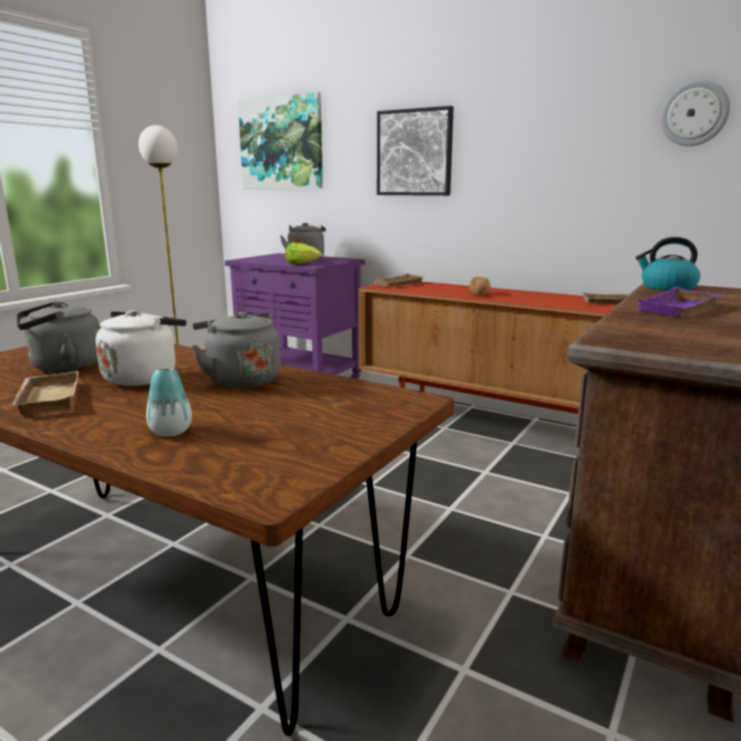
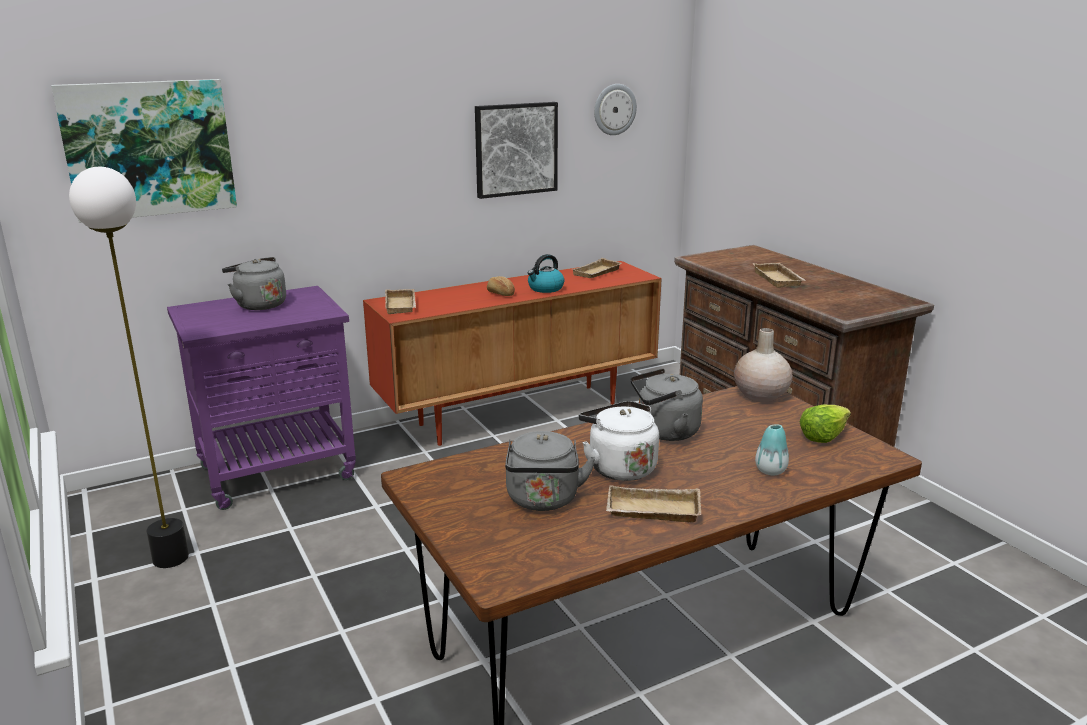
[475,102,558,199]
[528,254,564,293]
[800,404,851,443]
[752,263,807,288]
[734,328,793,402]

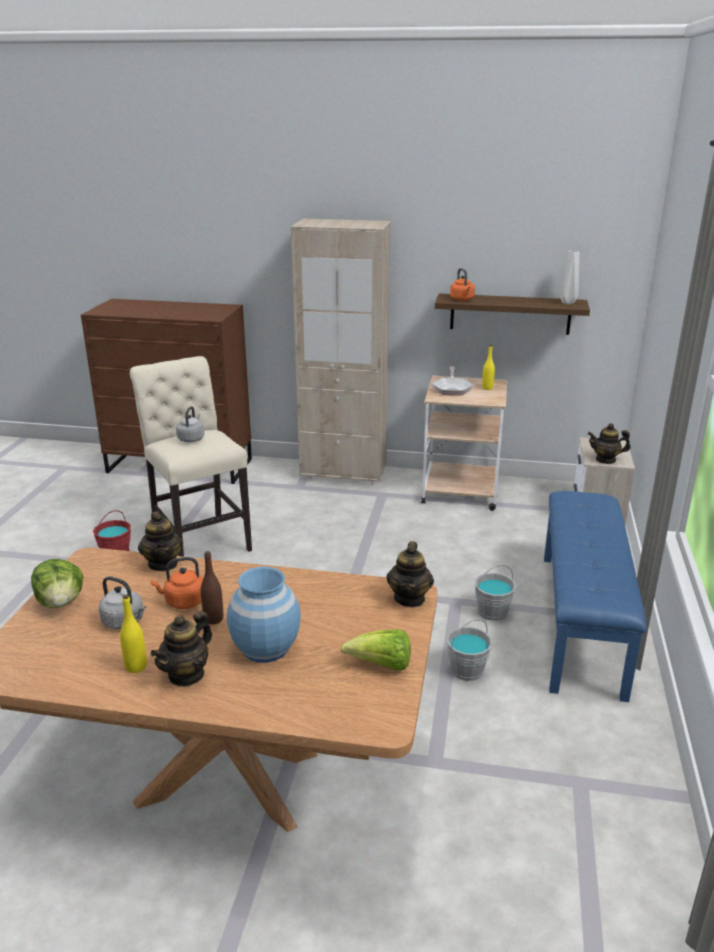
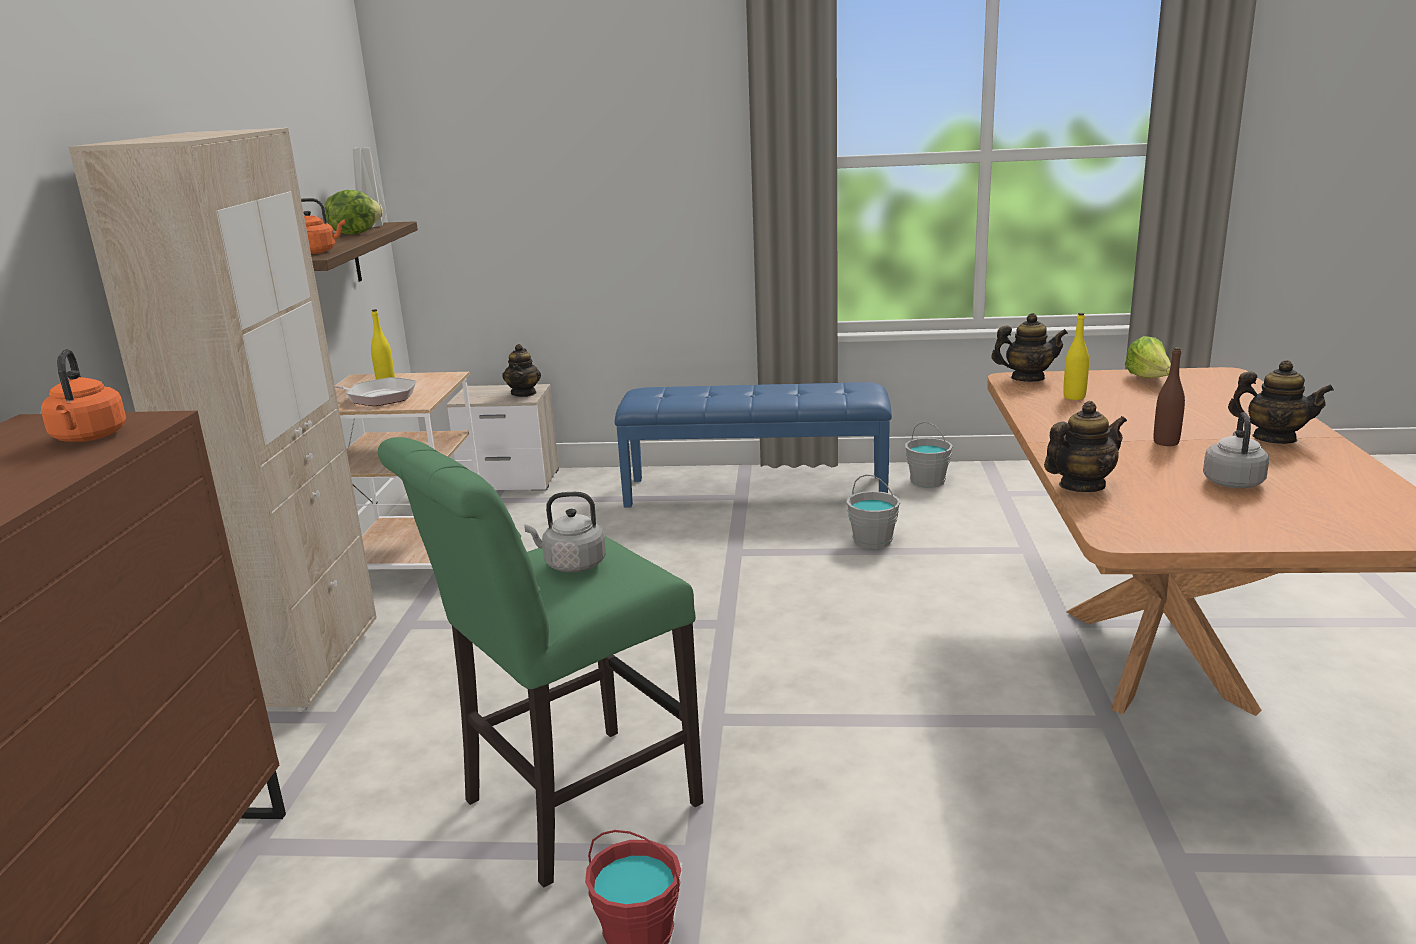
[378,437,703,888]
[41,349,126,442]
[324,190,383,235]
[905,422,953,488]
[227,567,301,663] (first image)
[1063,313,1089,400]

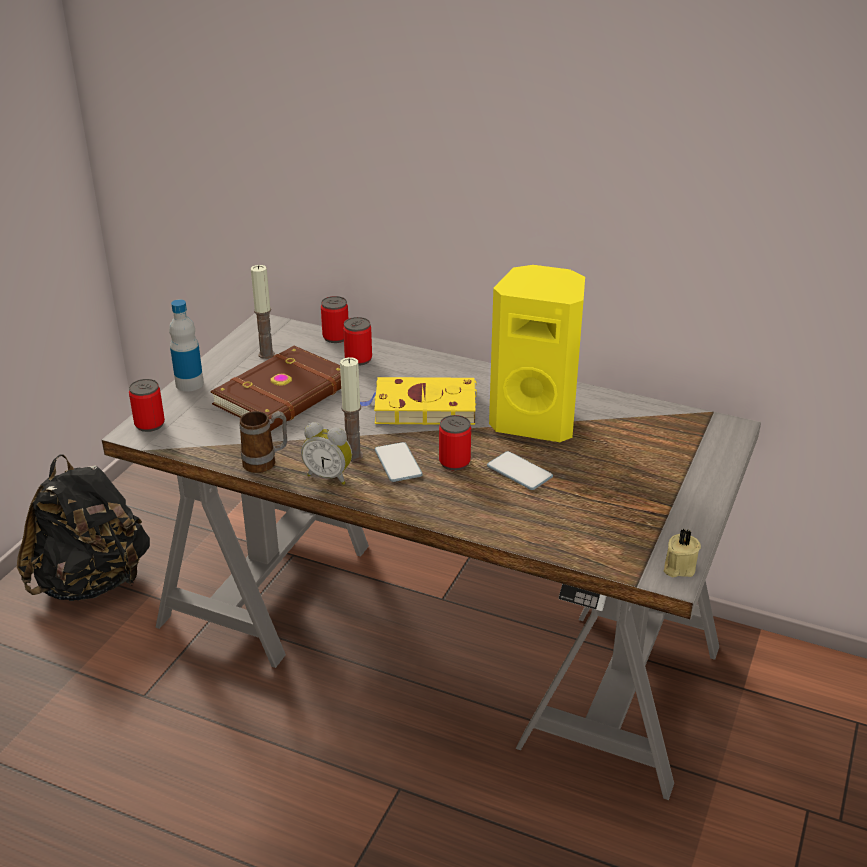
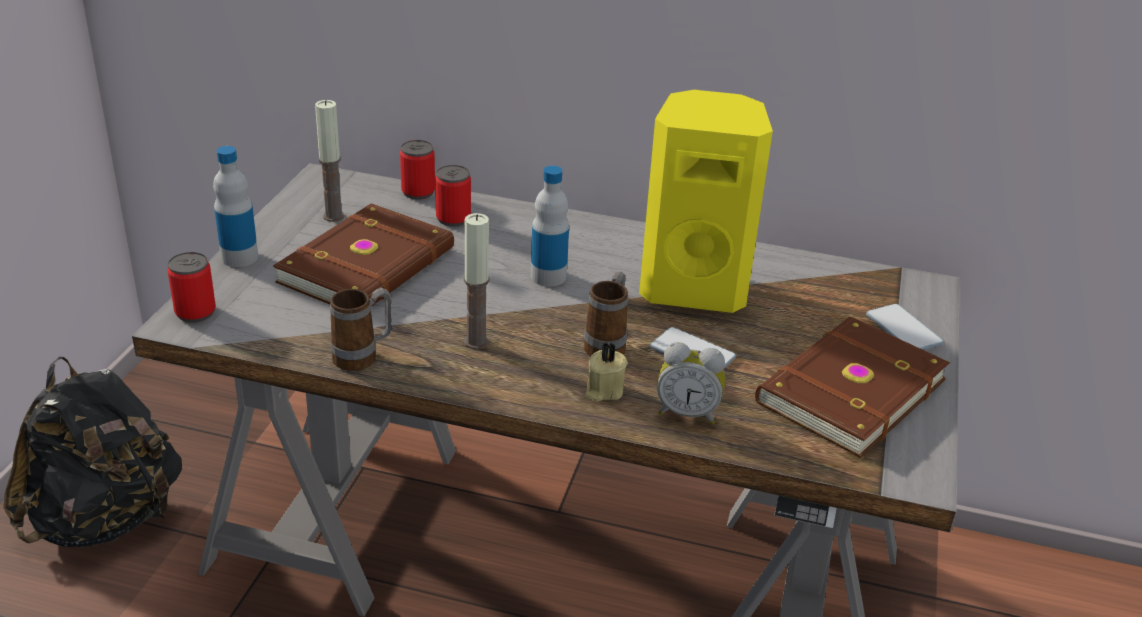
[531,166,569,287]
[584,272,628,356]
[657,342,725,424]
[866,304,944,350]
[585,343,628,402]
[755,317,950,458]

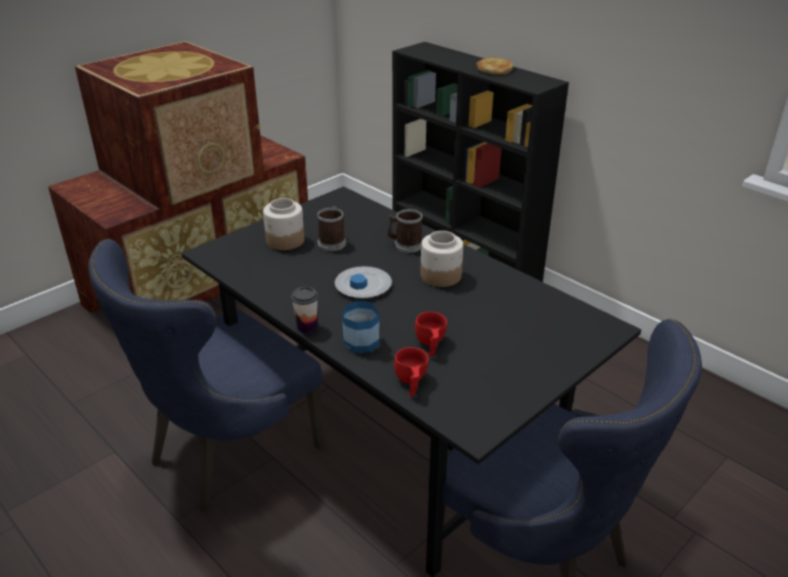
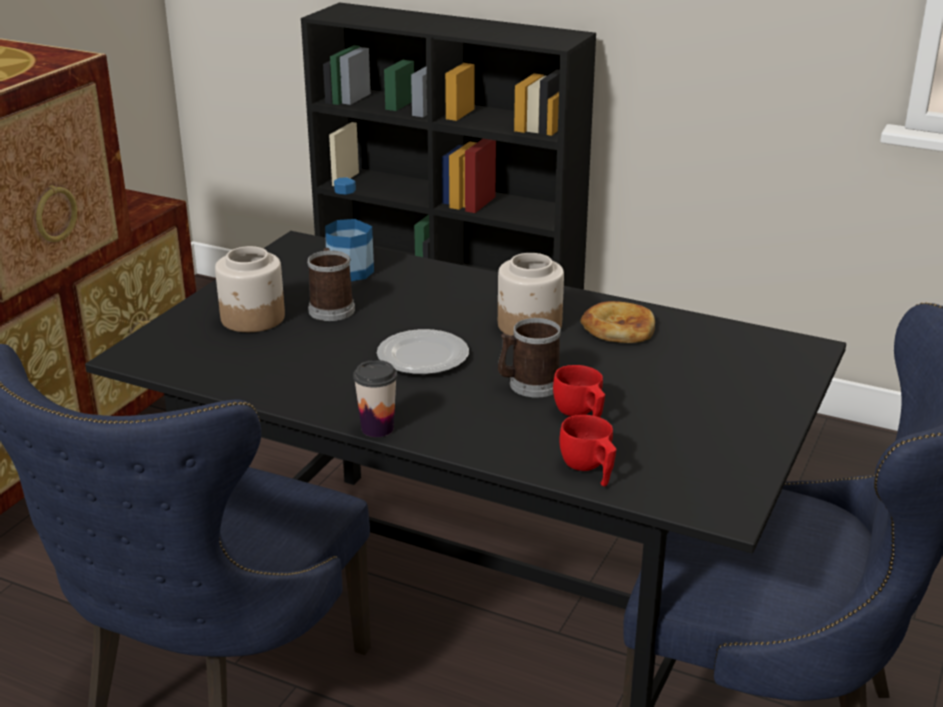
[581,301,655,343]
[498,318,561,397]
[325,177,374,281]

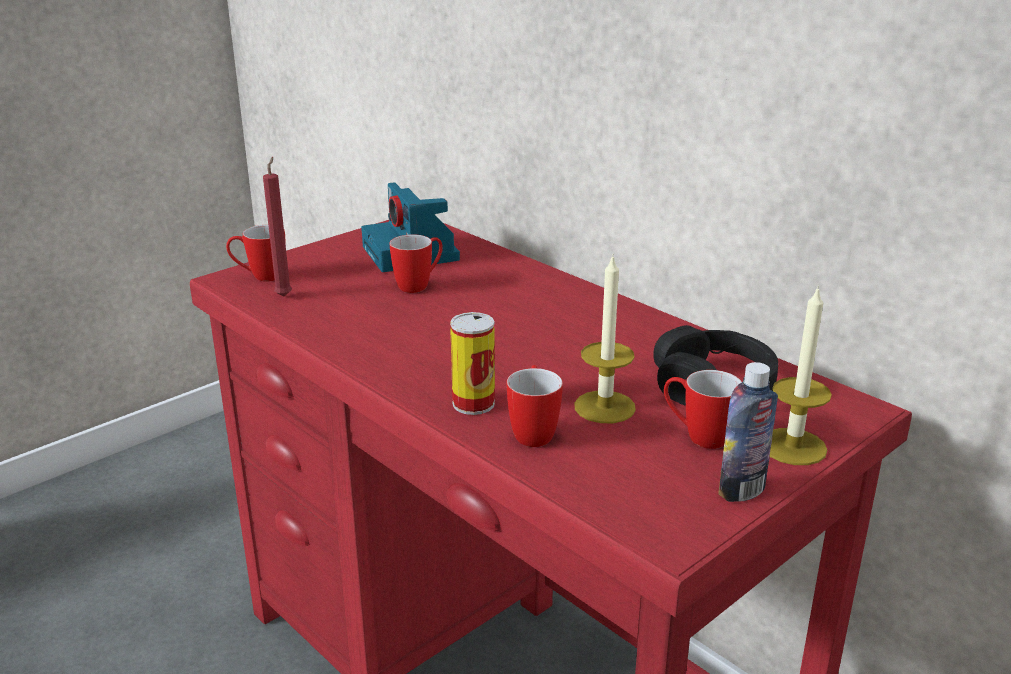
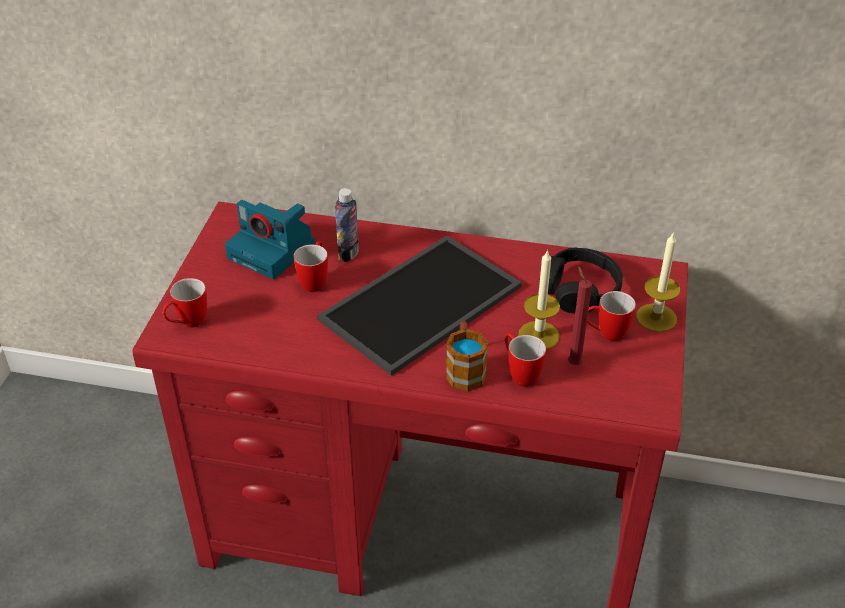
[568,266,592,365]
[445,321,488,391]
[335,188,359,262]
[317,235,522,376]

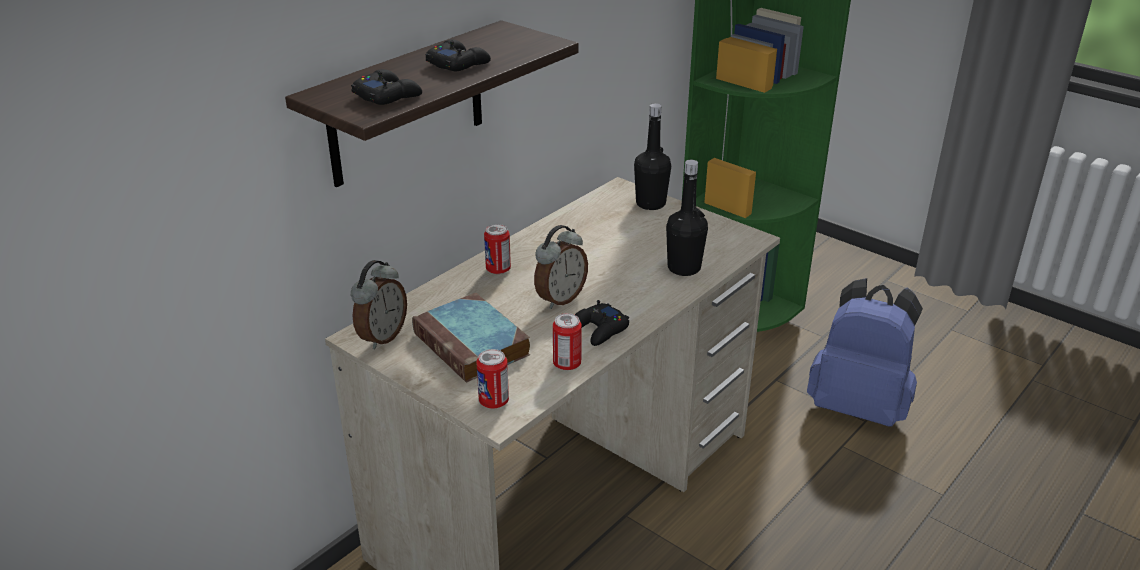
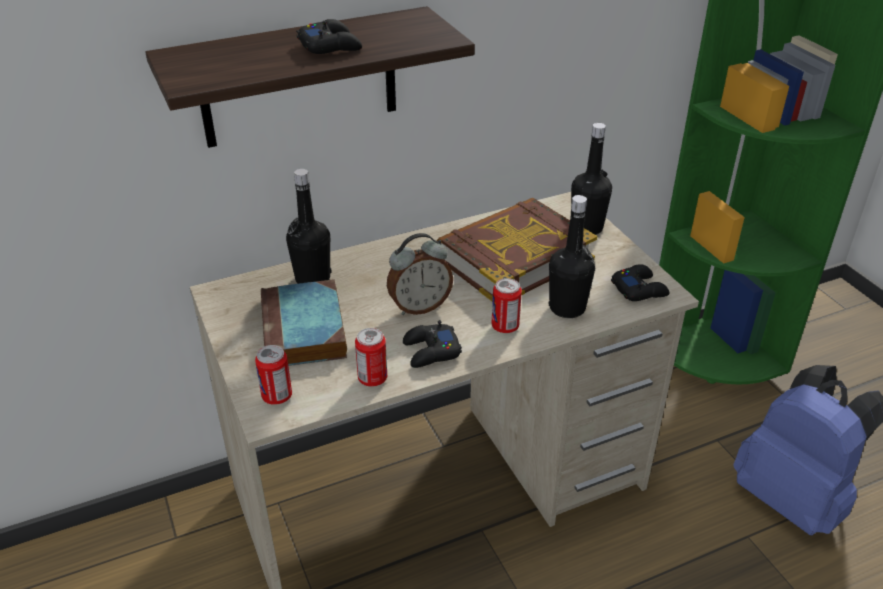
[611,264,669,301]
[492,278,522,333]
[351,260,407,349] (first image)
[286,169,331,284]
[437,198,598,301]

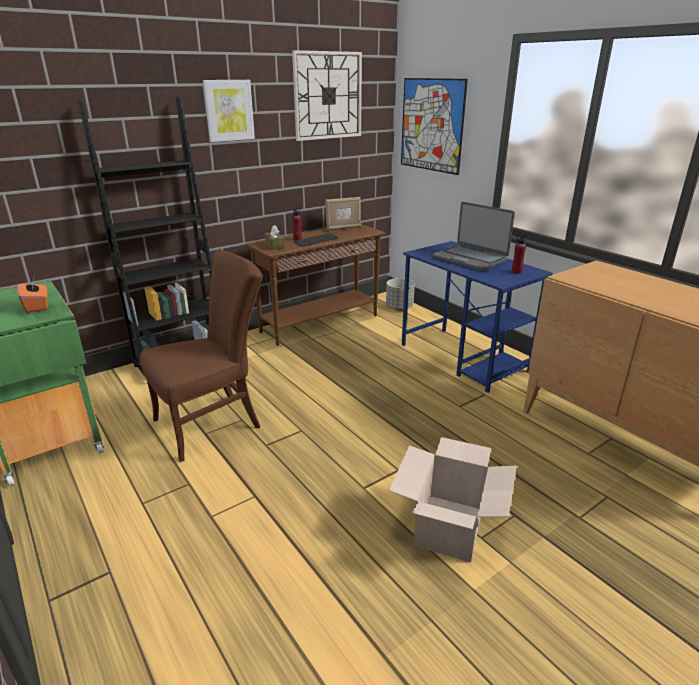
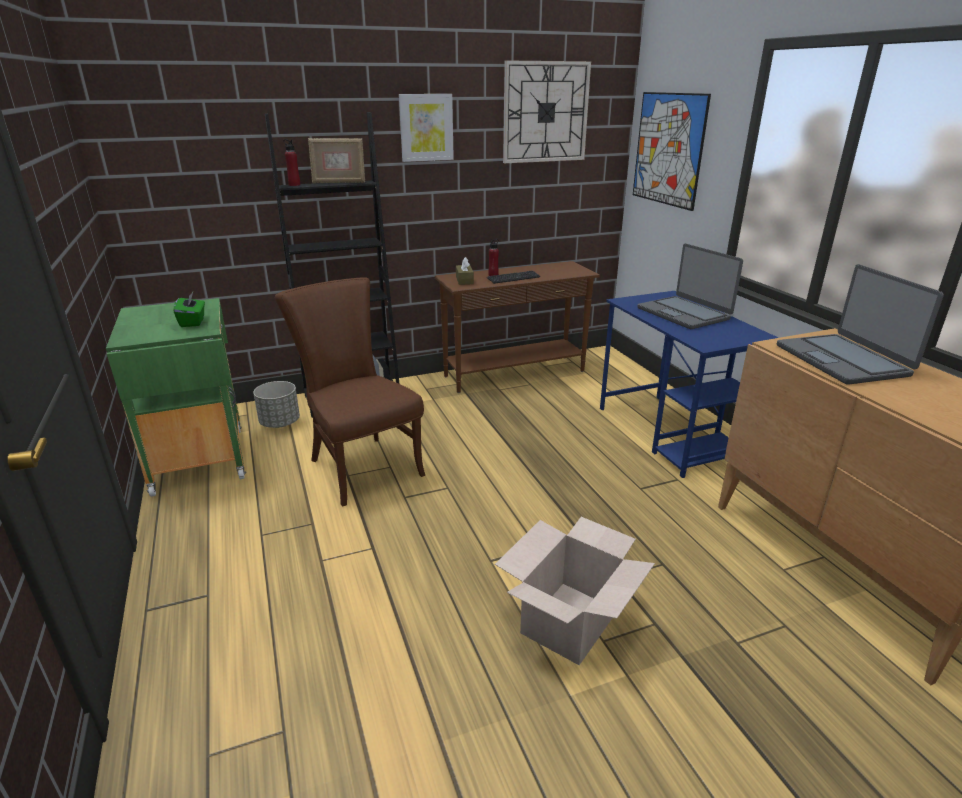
[308,138,365,184]
[283,139,300,186]
[275,277,425,507]
[253,381,300,428]
[174,292,205,327]
[777,264,944,385]

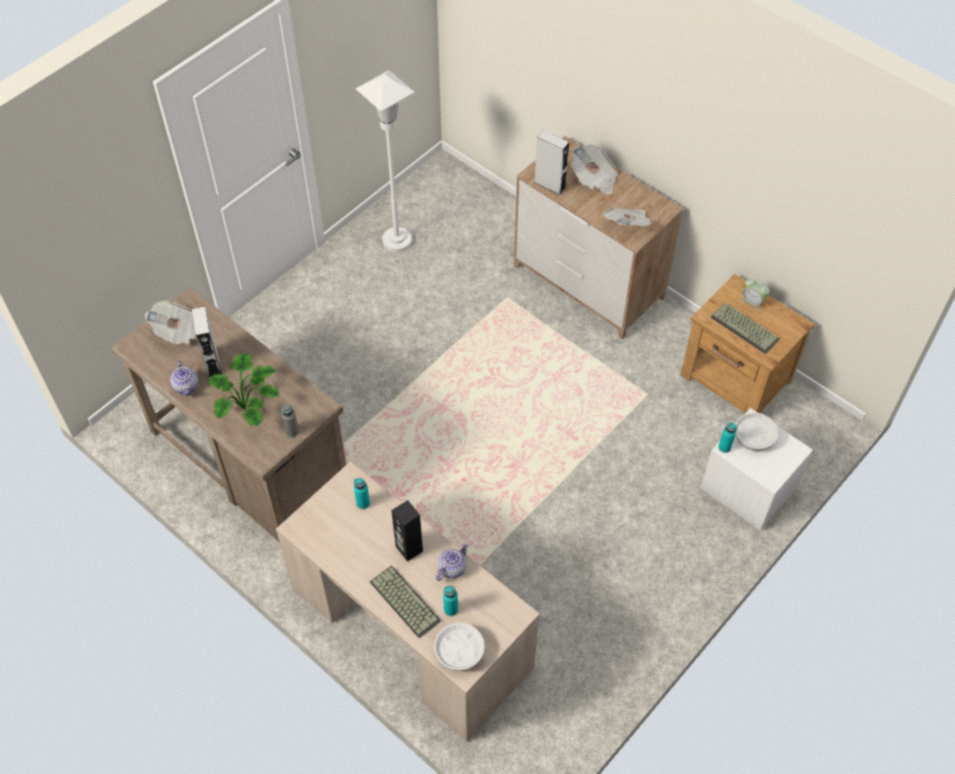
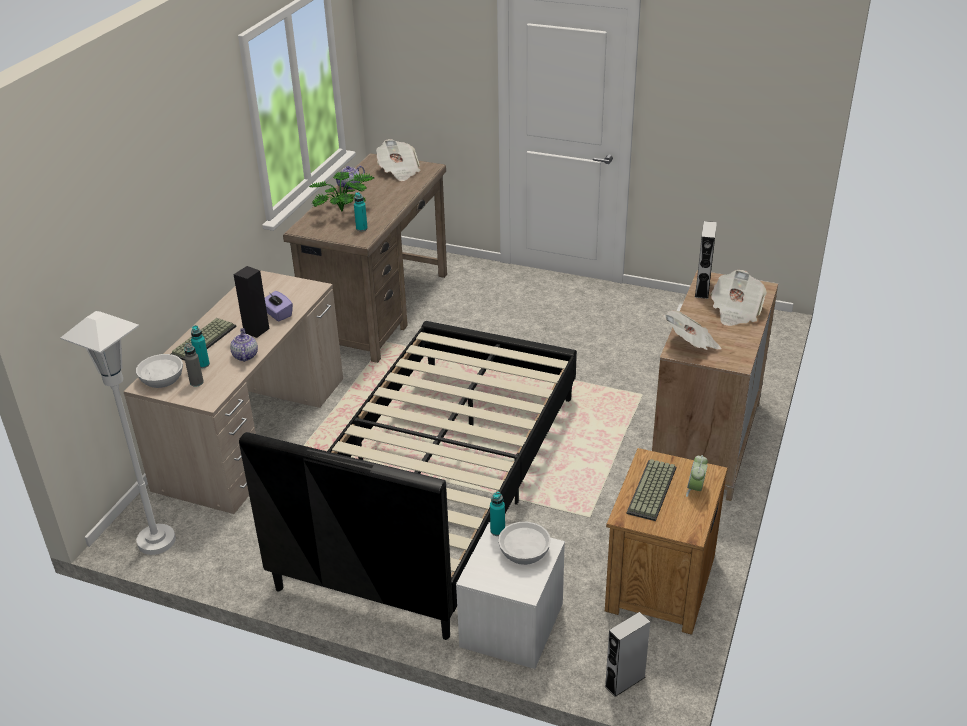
[60,311,176,555]
[605,612,650,697]
[184,343,204,387]
[354,192,368,231]
[230,328,258,362]
[265,291,293,321]
[239,321,577,640]

